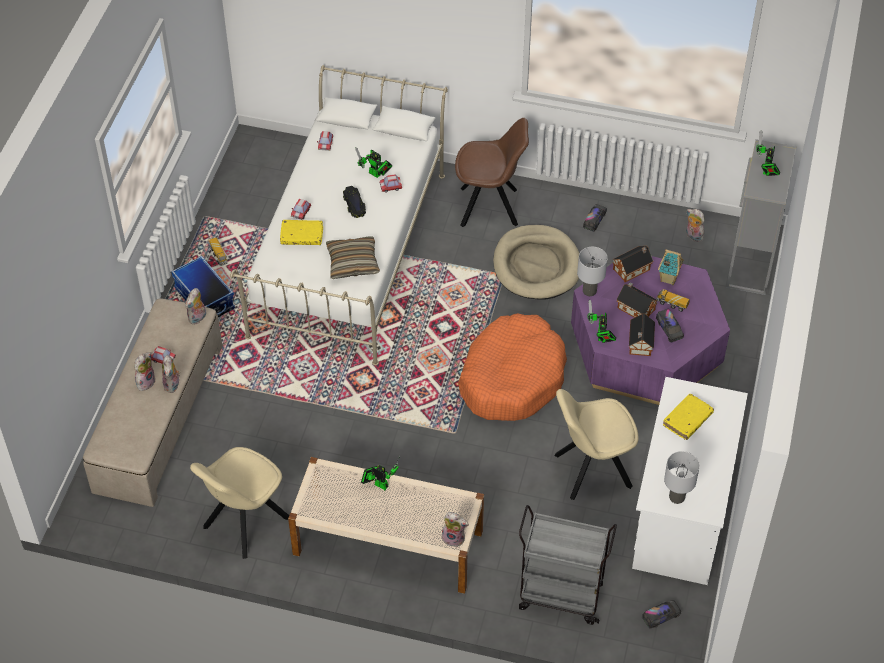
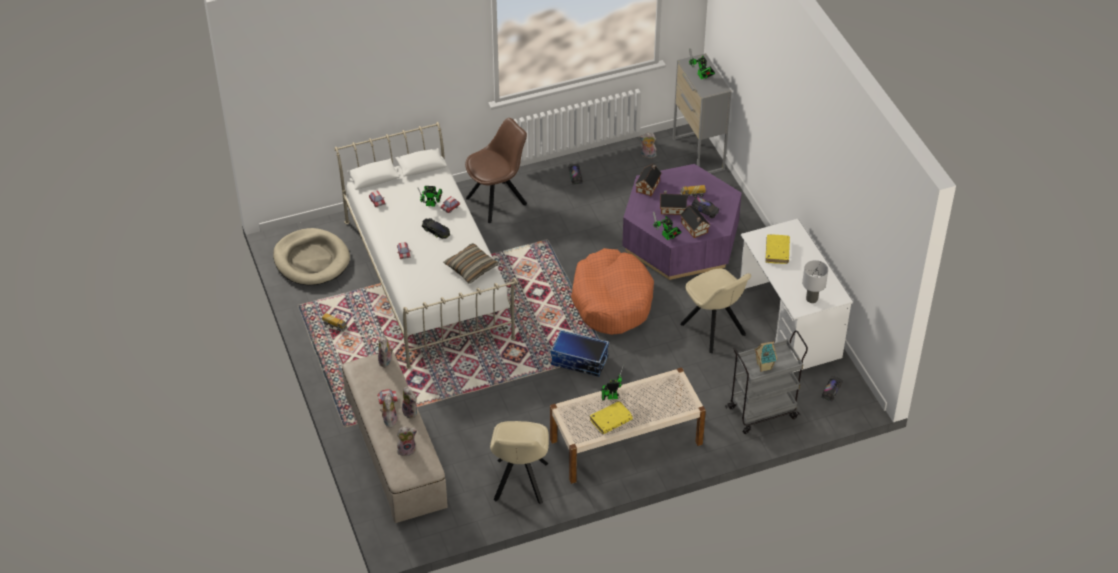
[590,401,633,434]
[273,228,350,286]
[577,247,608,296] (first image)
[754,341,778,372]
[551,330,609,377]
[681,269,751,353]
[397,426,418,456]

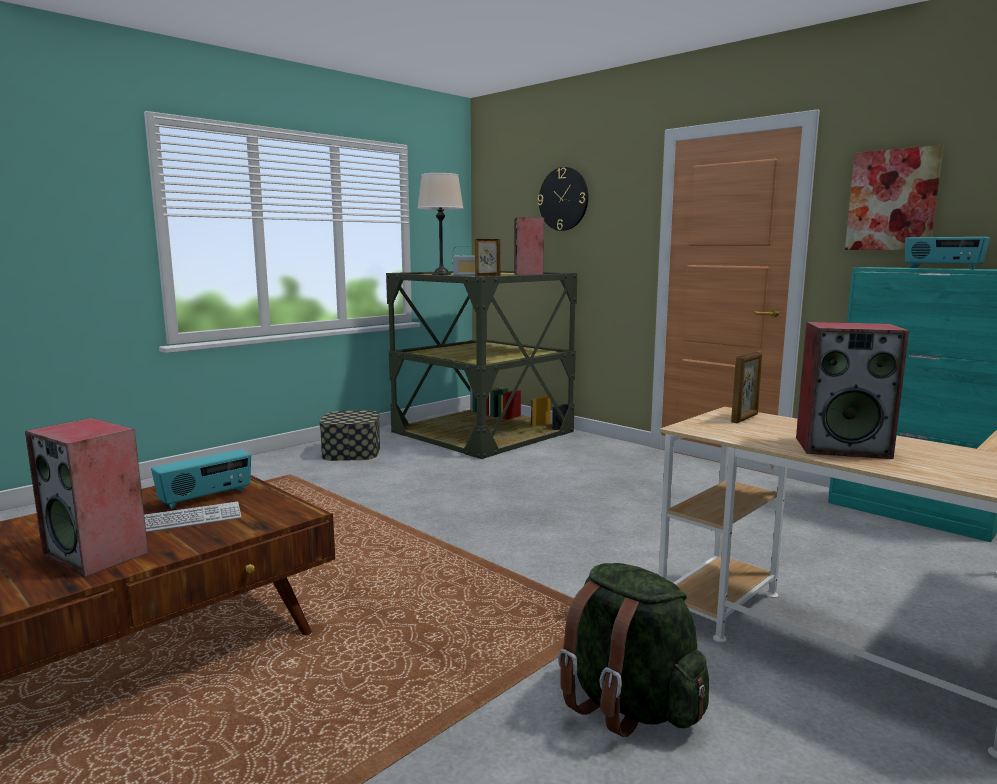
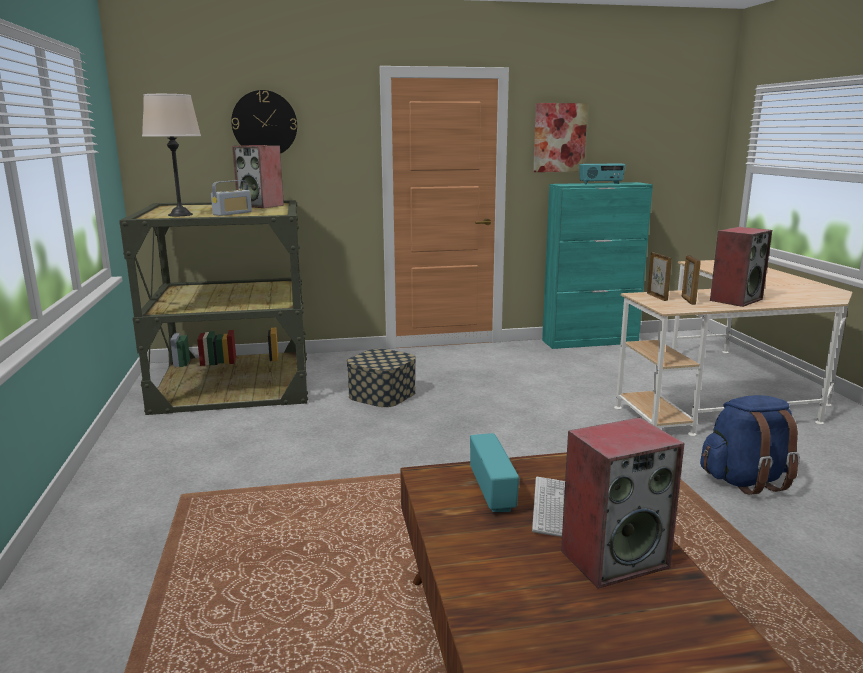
[682,255,701,305]
[347,349,416,407]
[700,395,800,495]

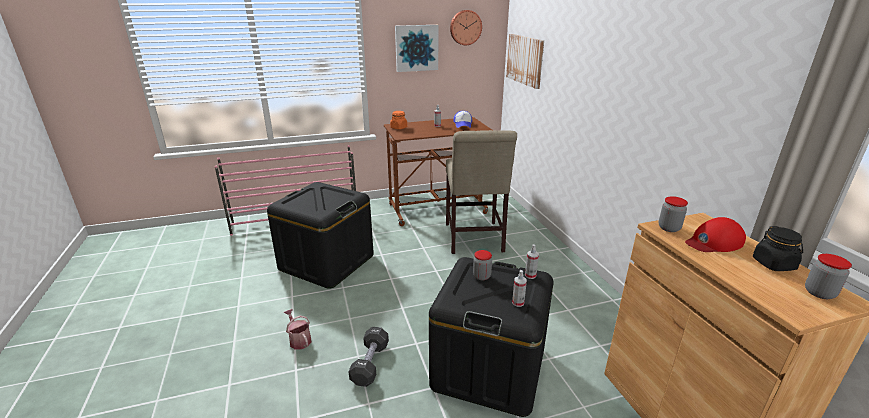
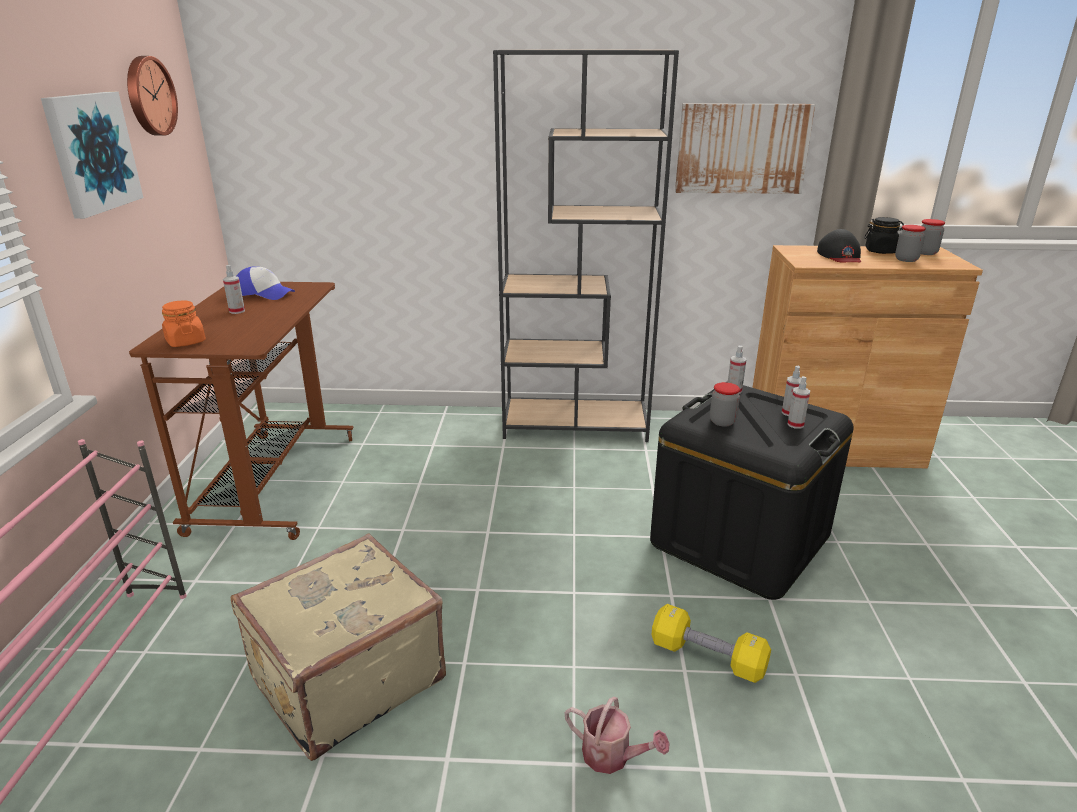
[675,103,815,194]
[446,130,517,254] (first image)
[231,533,446,761]
[895,225,926,262]
[817,229,861,262]
[565,697,670,774]
[651,604,771,683]
[493,50,679,442]
[787,376,810,429]

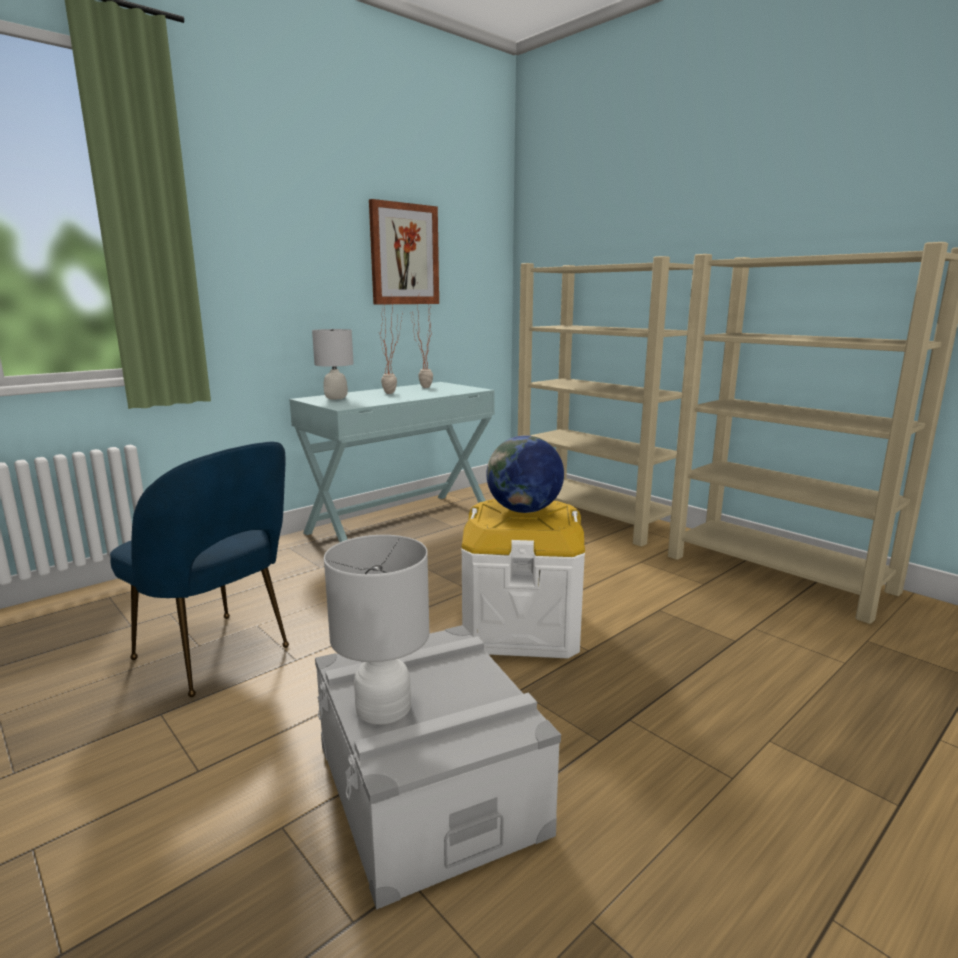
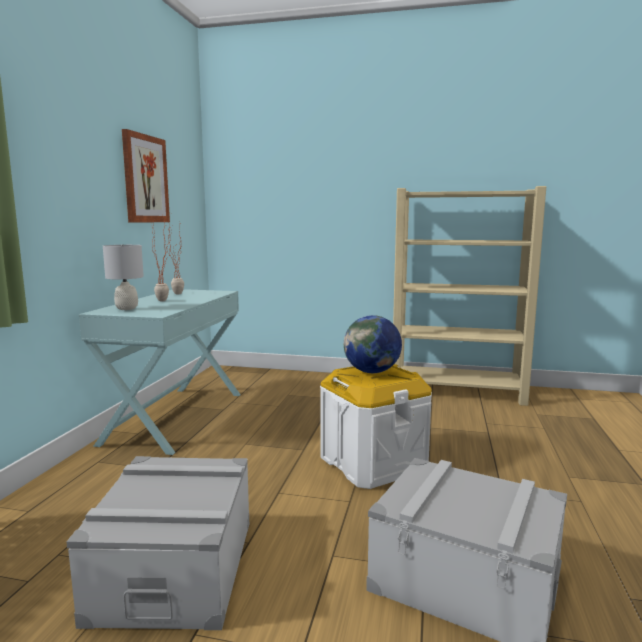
[518,256,694,546] (first image)
[67,456,249,630]
[324,535,429,725] (first image)

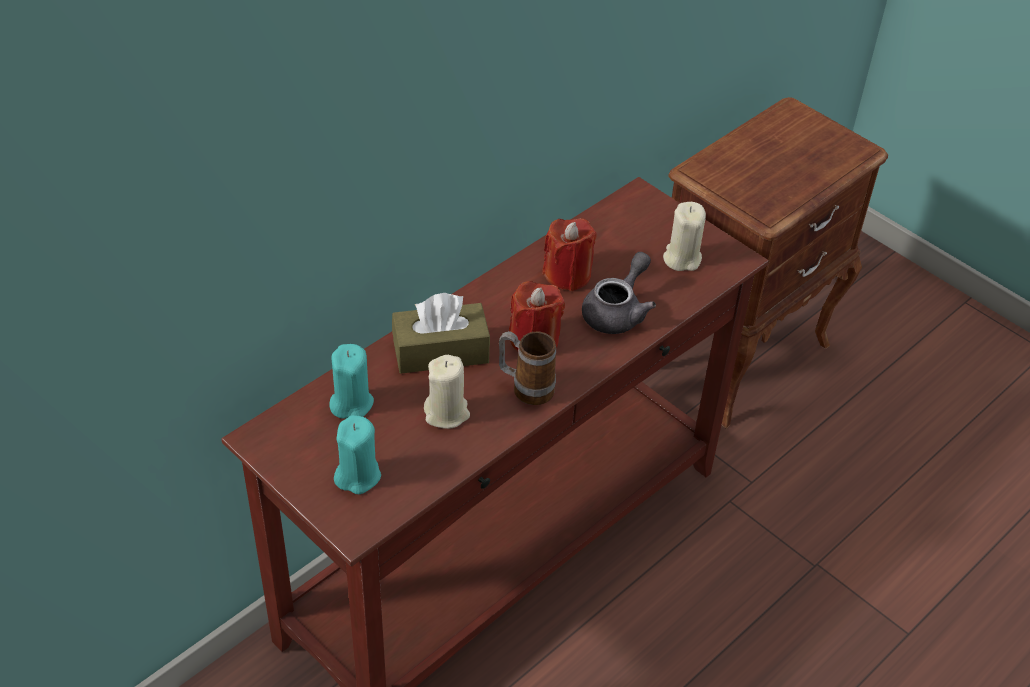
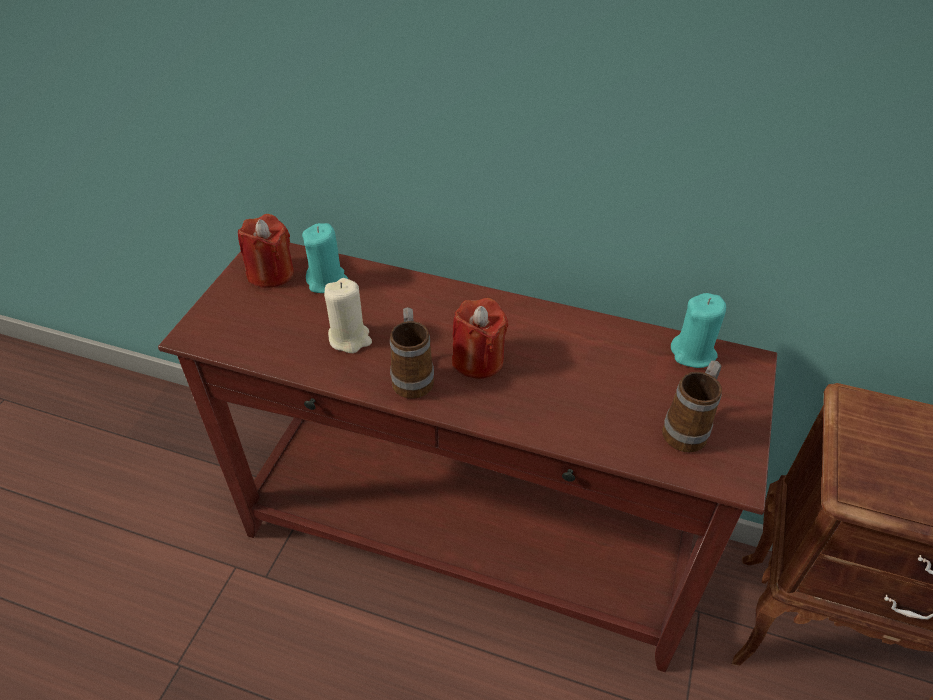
[662,360,722,452]
[238,214,294,288]
[582,252,656,334] (first image)
[392,293,490,374] (first image)
[671,293,726,368]

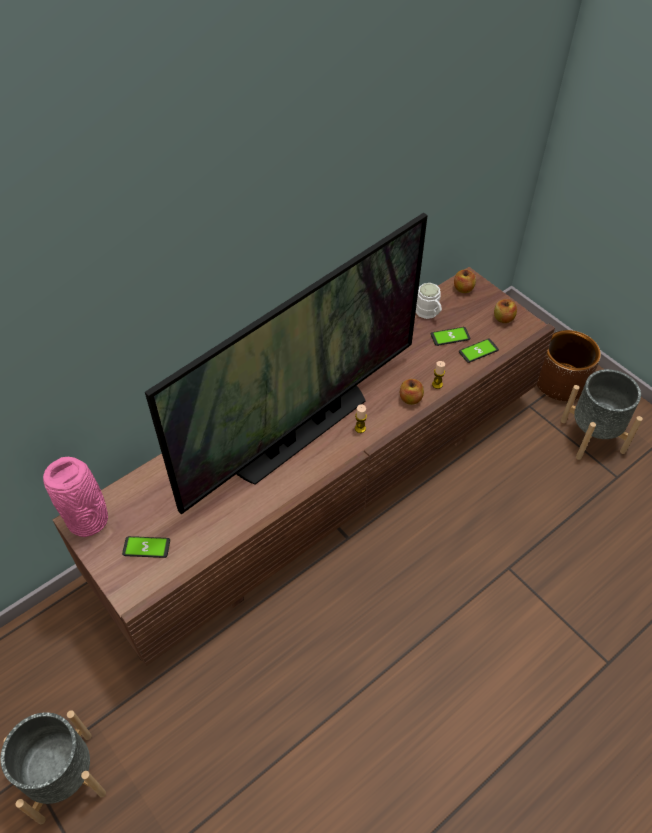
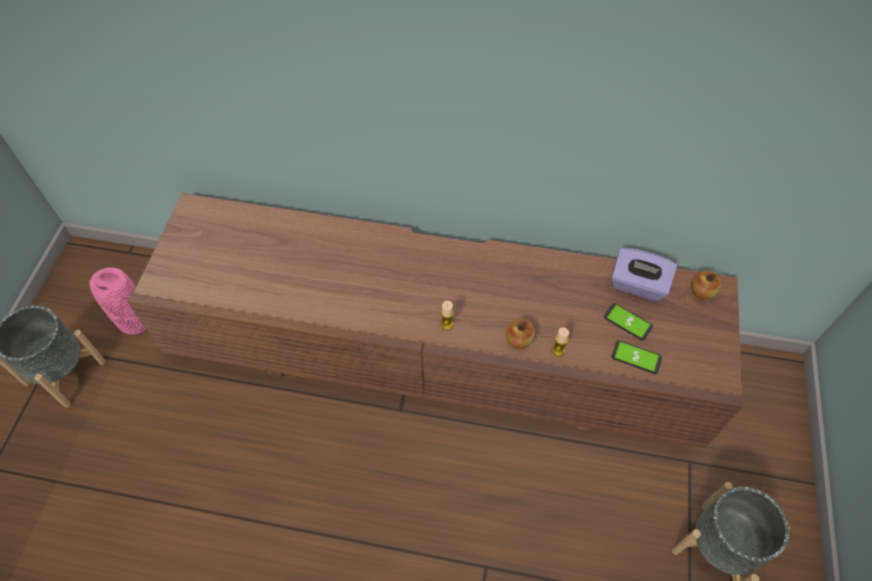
[145,213,428,514] (first image)
[612,248,677,301]
[494,299,517,323] (first image)
[537,330,601,401] (first image)
[89,267,146,335]
[122,536,170,558] (first image)

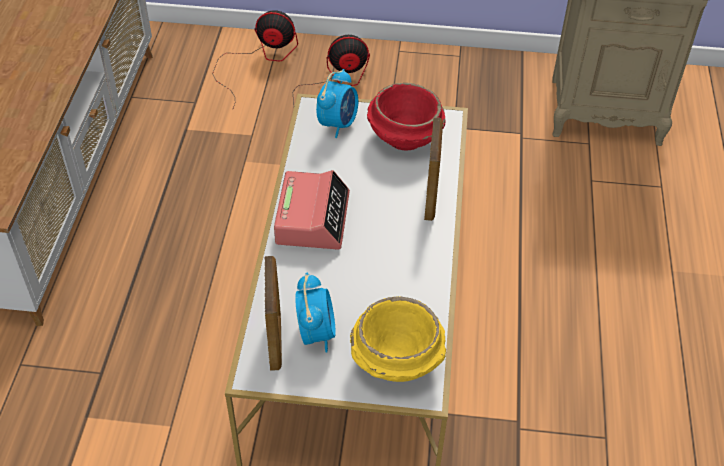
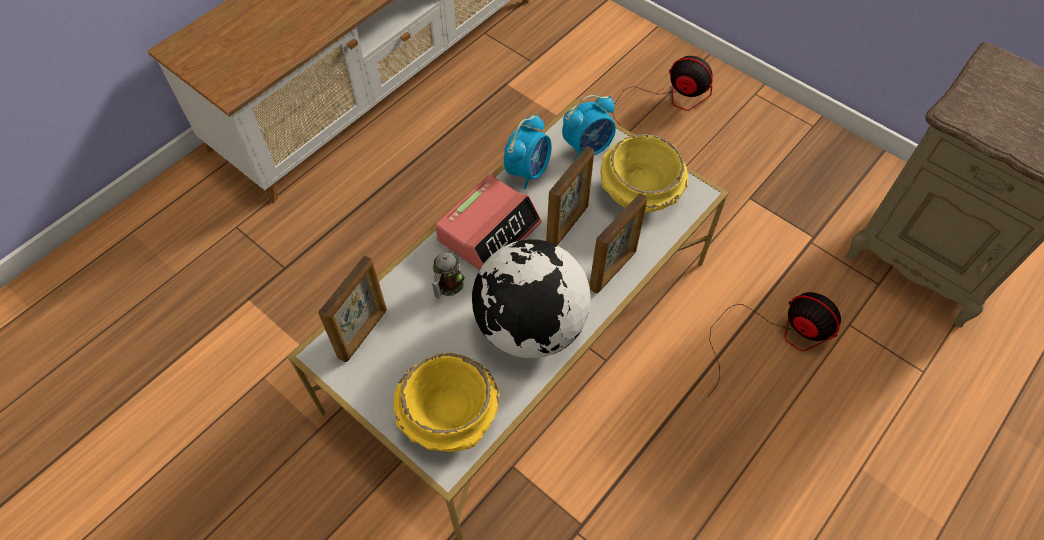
[708,292,841,396]
[600,134,688,212]
[504,114,551,189]
[546,146,594,246]
[472,239,591,358]
[431,252,465,298]

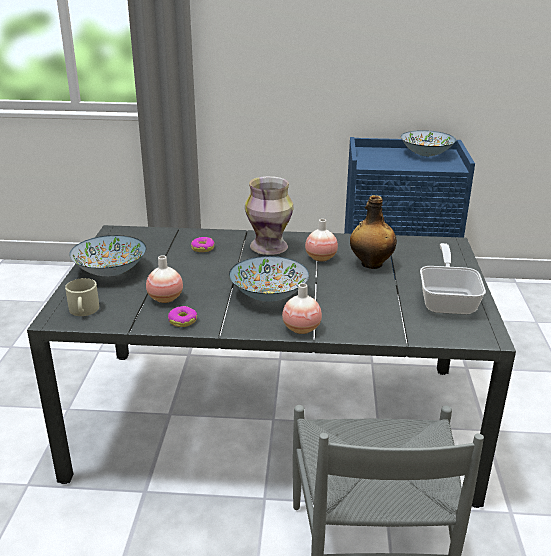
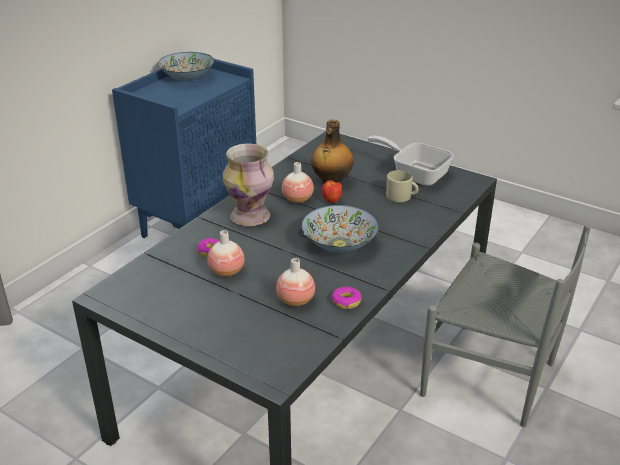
[69,235,146,276] (first image)
[386,170,419,202]
[207,230,245,277]
[322,180,342,203]

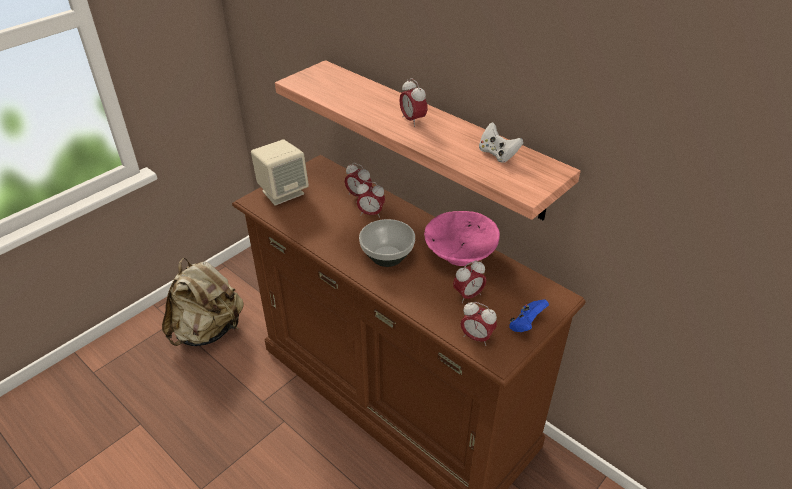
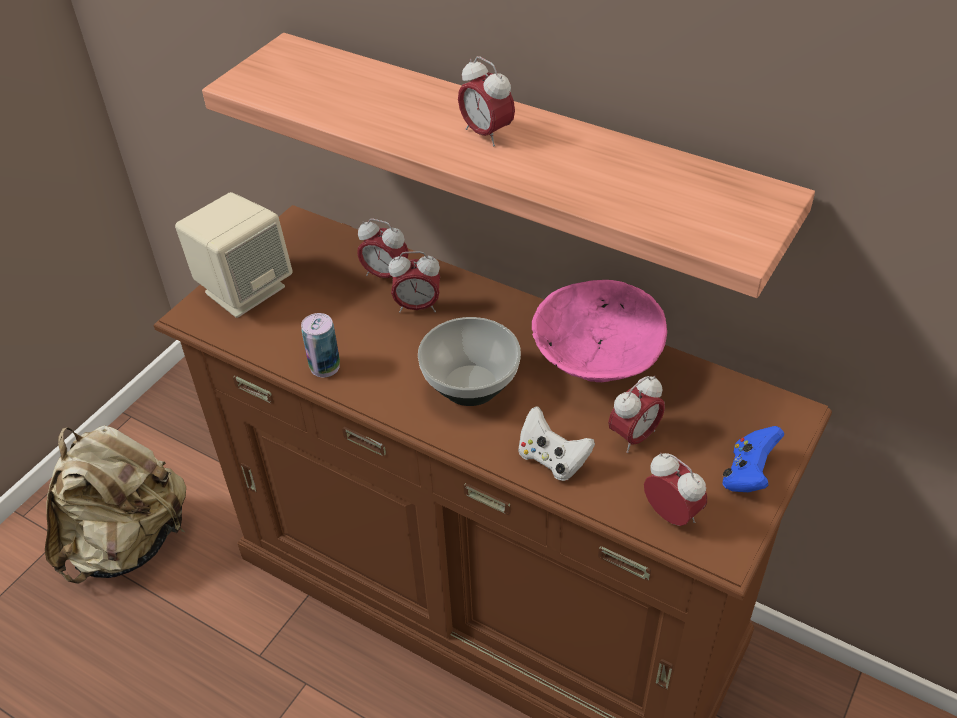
[518,406,595,481]
[644,453,707,526]
[301,313,340,377]

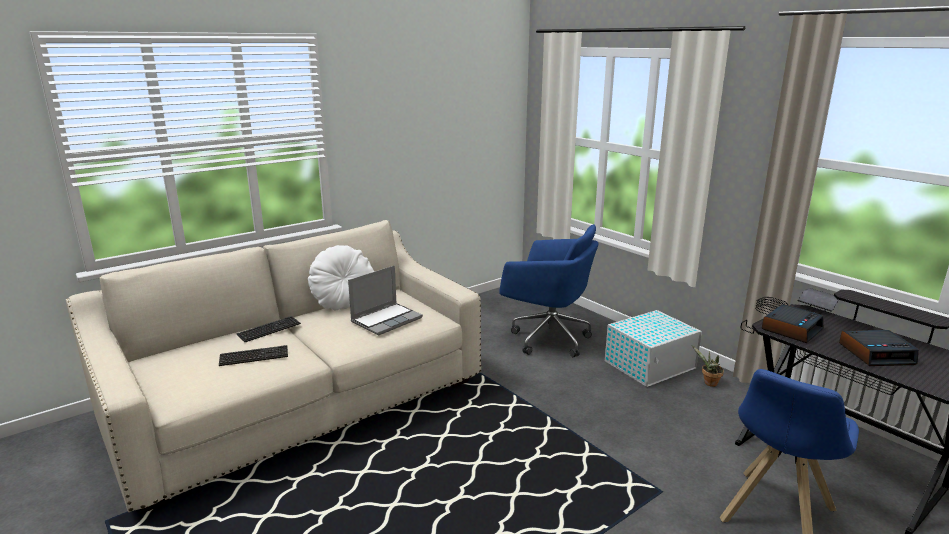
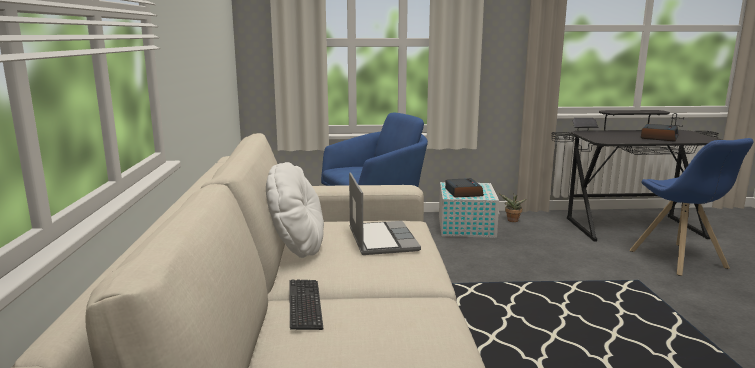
[445,178,484,198]
[219,345,288,366] (first image)

